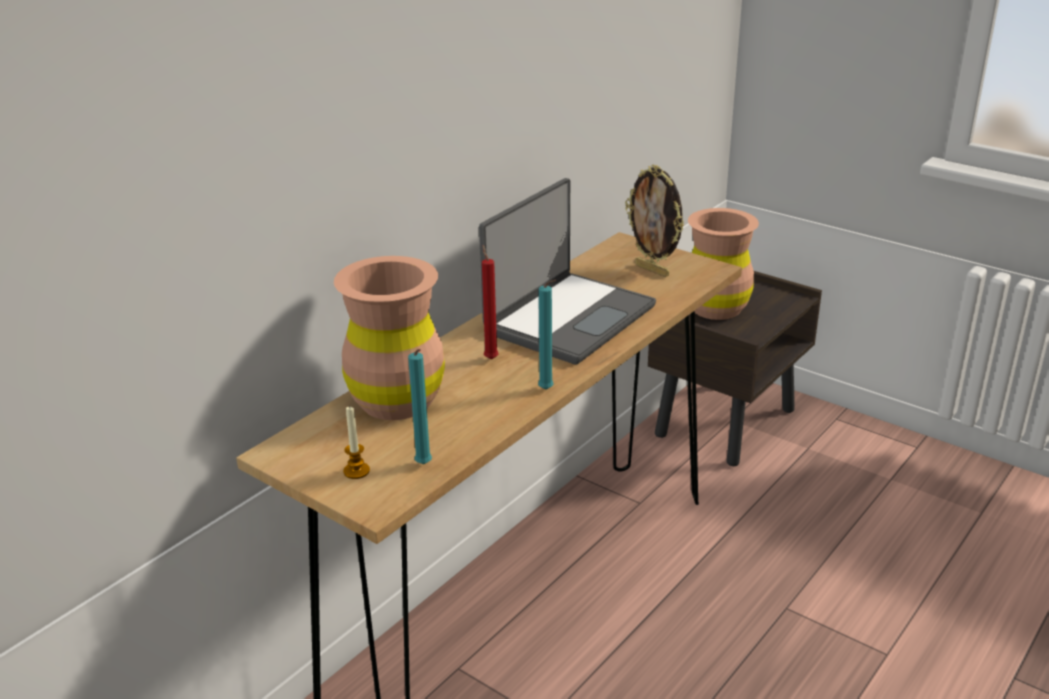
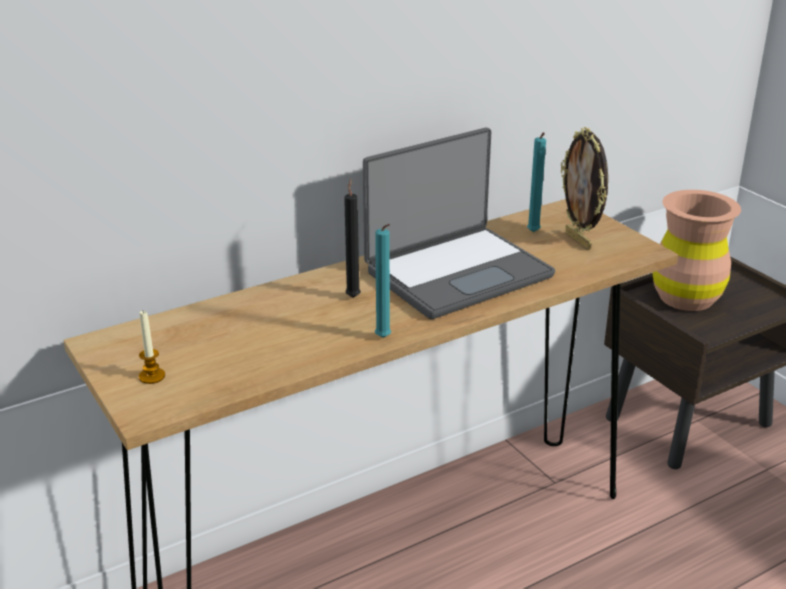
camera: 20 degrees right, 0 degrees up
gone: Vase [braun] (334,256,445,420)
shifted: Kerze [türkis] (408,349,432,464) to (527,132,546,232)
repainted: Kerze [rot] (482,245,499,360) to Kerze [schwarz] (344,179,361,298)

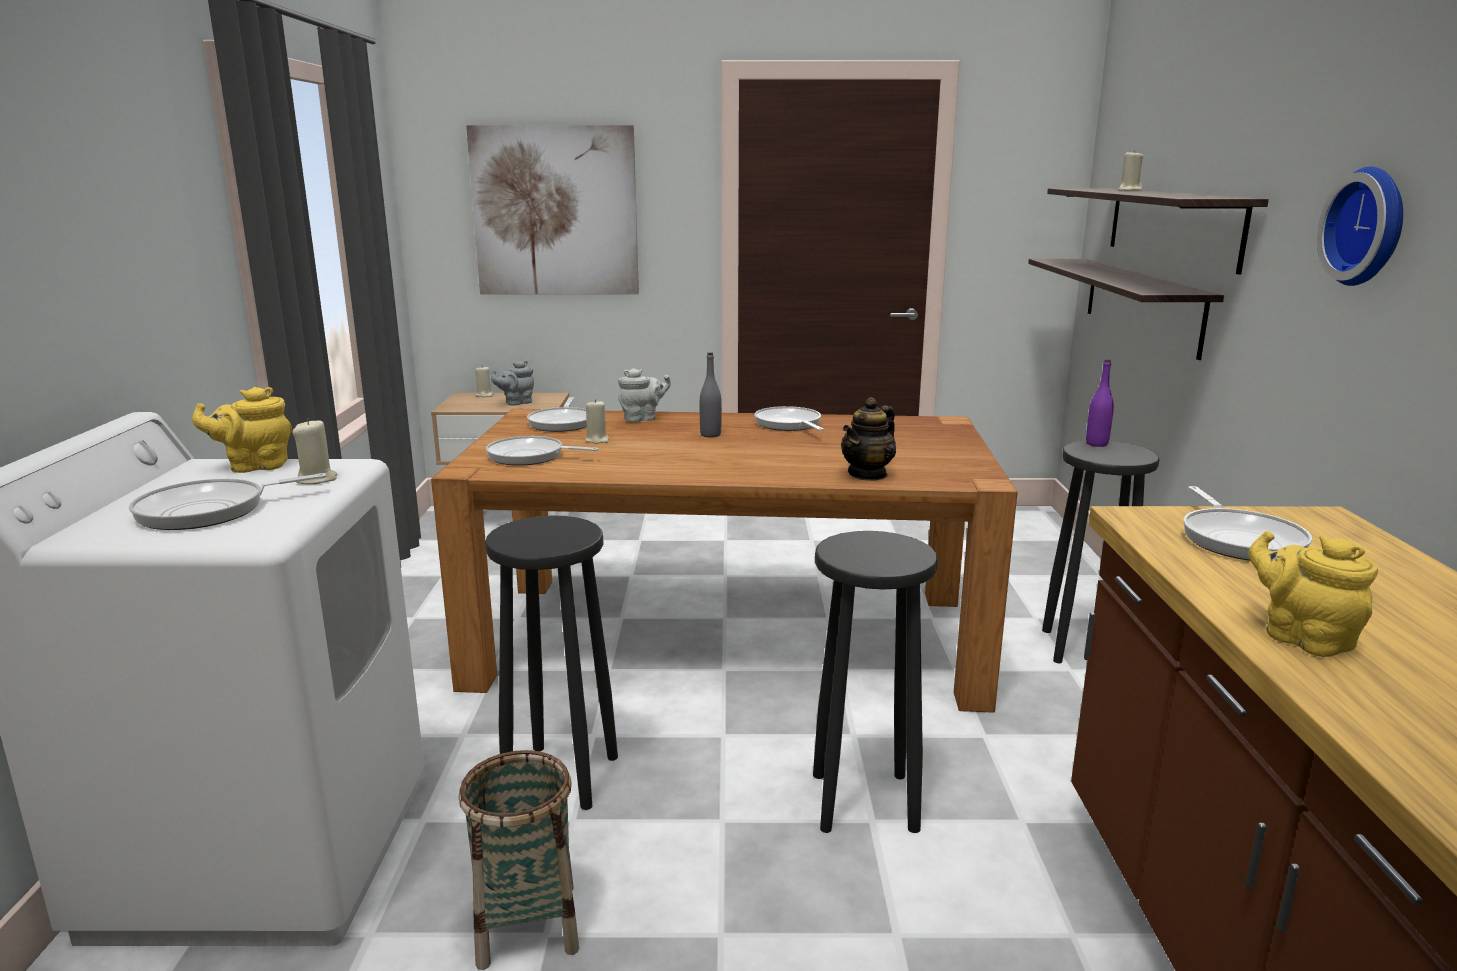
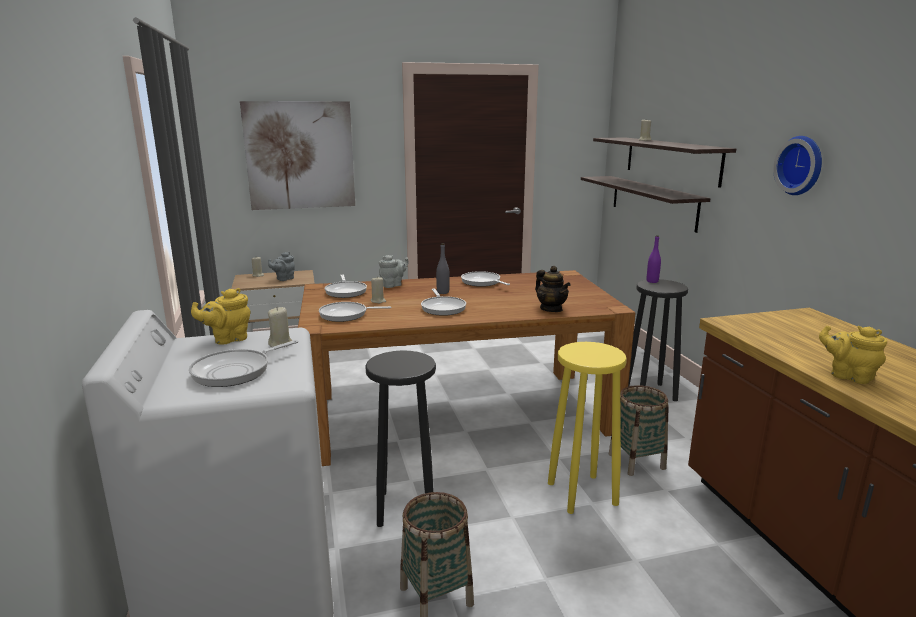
camera: 15 degrees left, 0 degrees up
new: Korb (609,385,669,476)
shifted: Pfanne (1183,486,1312,561) to (421,289,466,316)
repainted: Hocker [schwarz] (813,531,938,833) to Hocker [gelb] (548,342,627,514)
rotated: Teekanne (841,397,896,481) = (535,266,571,312) 60 degrees counterclockwise

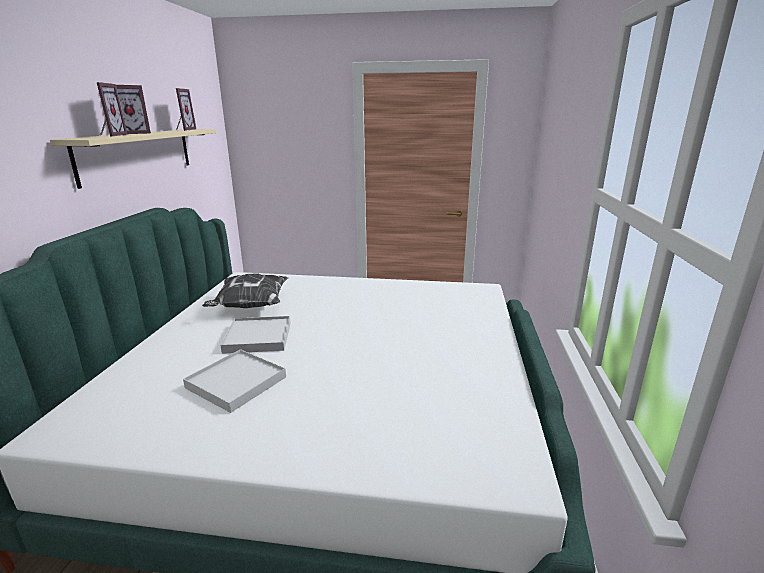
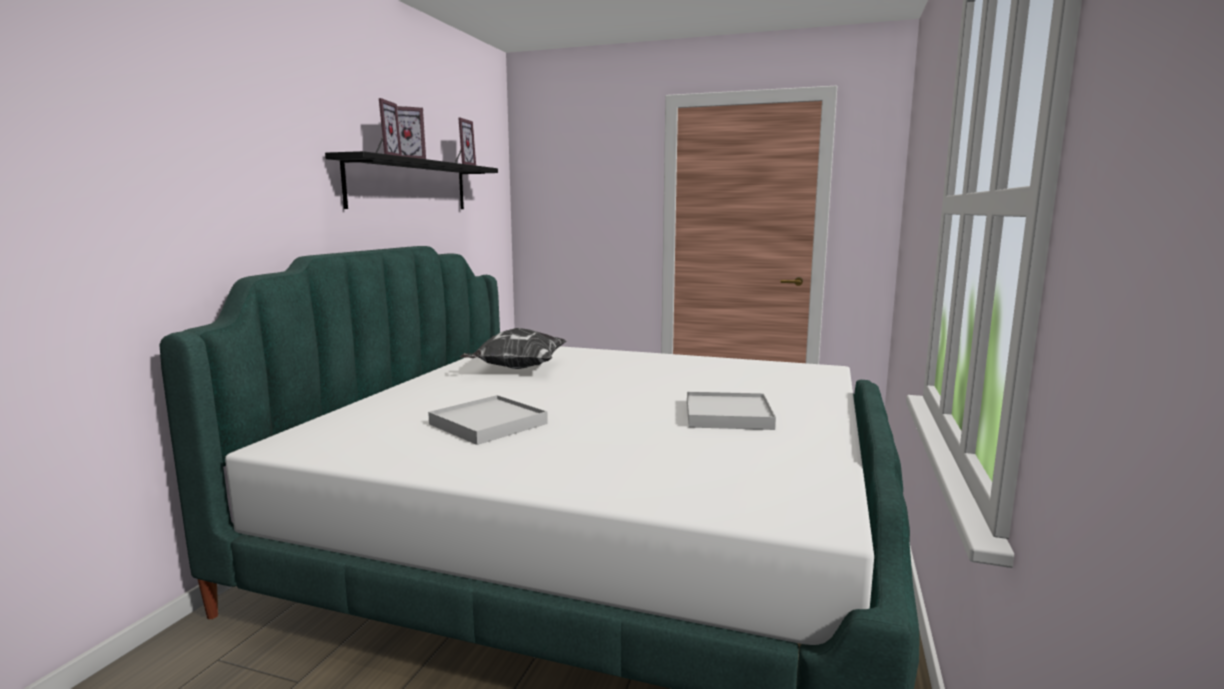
camera: 10 degrees right, 10 degrees down
shifted: Tablett [weiß] (220,316,291,354) to (687,392,776,430)
repainted: Wandregal [beige] (50,129,216,189) to Wandregal [schwarz] (325,151,498,209)

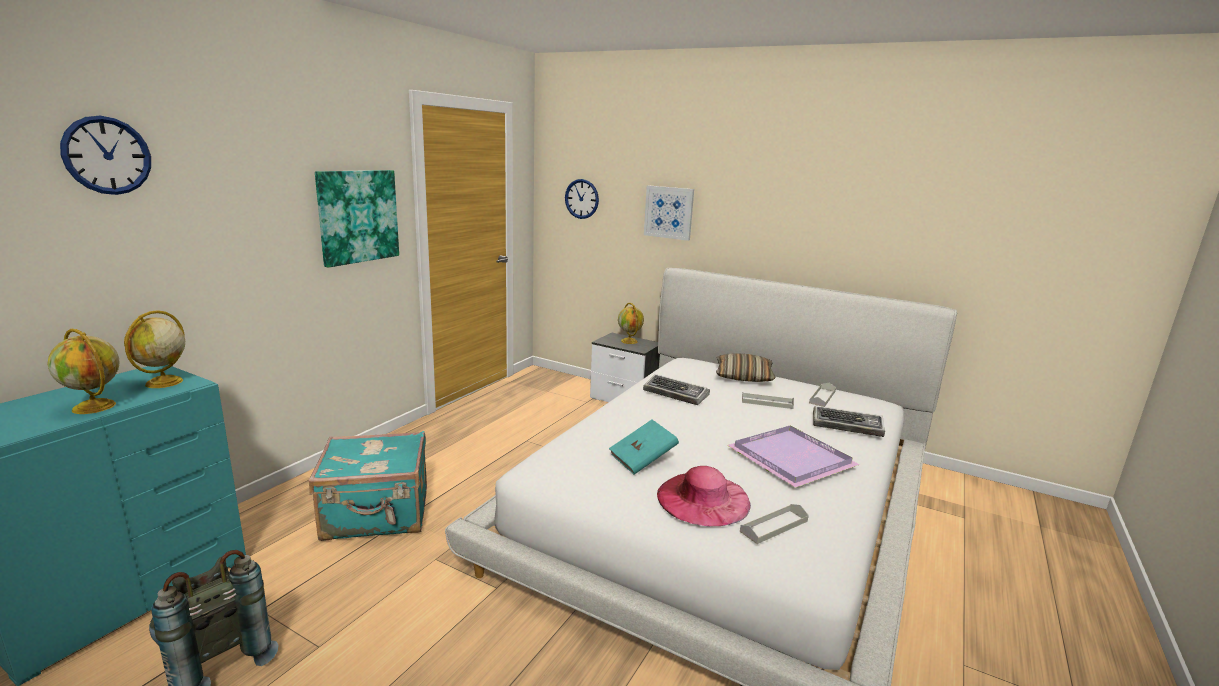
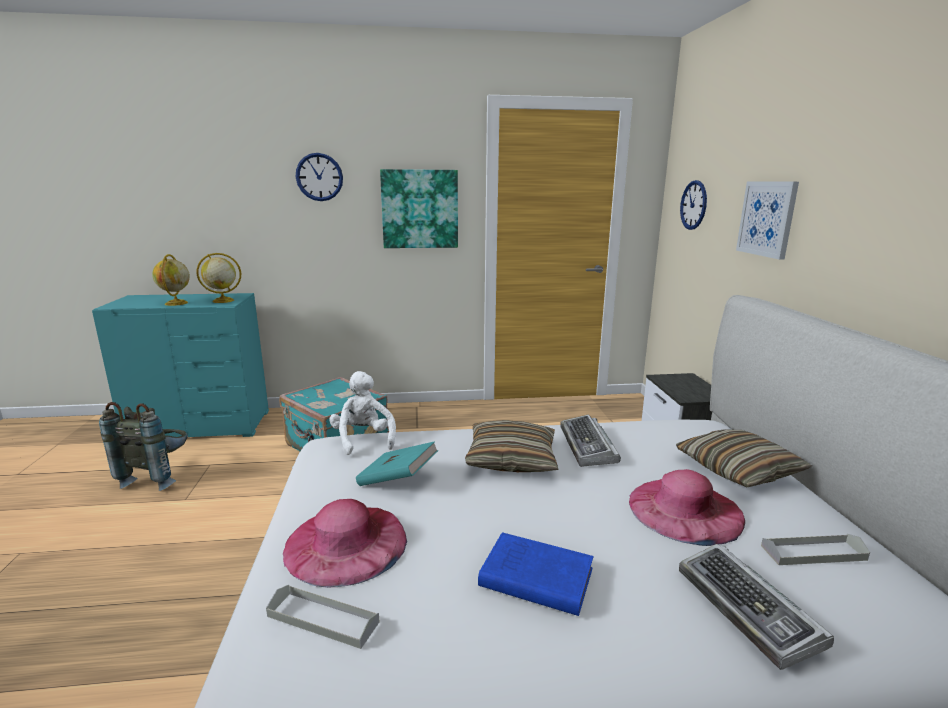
camera: 55 degrees right, 0 degrees up
gone: Globus (618,303,644,344)
new: Plüschtier [weiß] (329,371,396,455); Kissen (465,420,559,472)
shifted: Wanduhr (60,116,151,195) to (296,153,343,201)
swapped: Tablett [lila] (727,426,860,488) to Buch [blau] (478,532,594,616); Tablett [grau] (742,393,794,409) to Hut [rosa] (629,469,745,546)

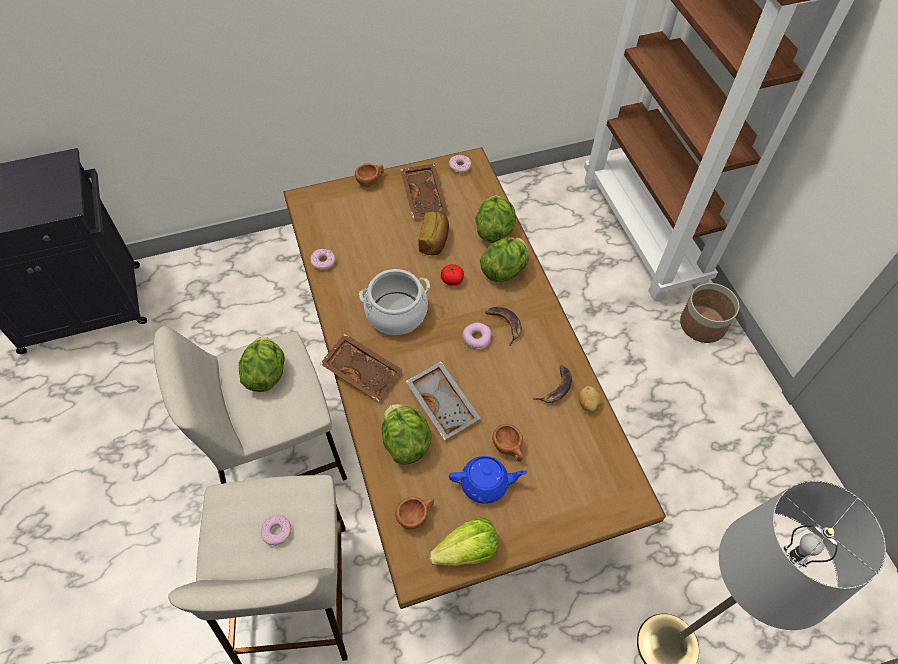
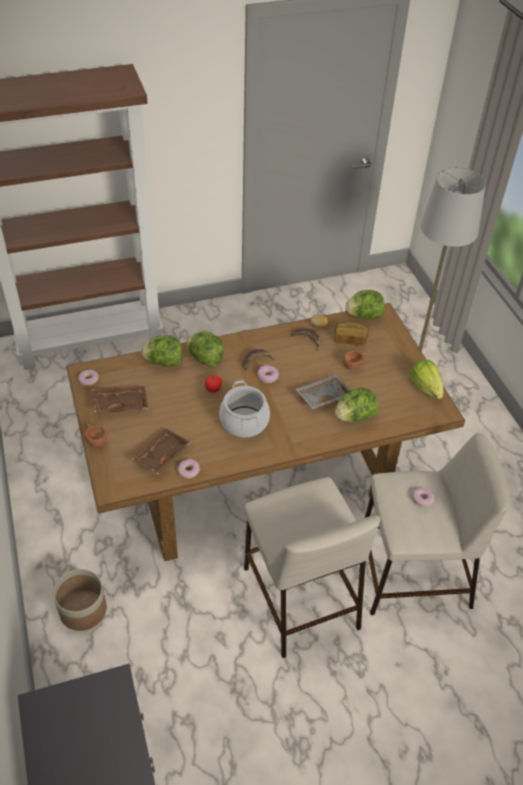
camera: 90 degrees left, 10 degrees down
gone: Tasse [braun] (395,497,434,530); Teekanne [blau] (449,456,528,504)
shifted: Salatkopf (239,337,285,392) to (345,290,385,319); Tablett [braun] (320,333,403,401) to (131,428,191,474); Brot (418,211,449,255) to (335,322,369,346); Pflanzkübel (680,283,739,343) to (53,569,107,631)

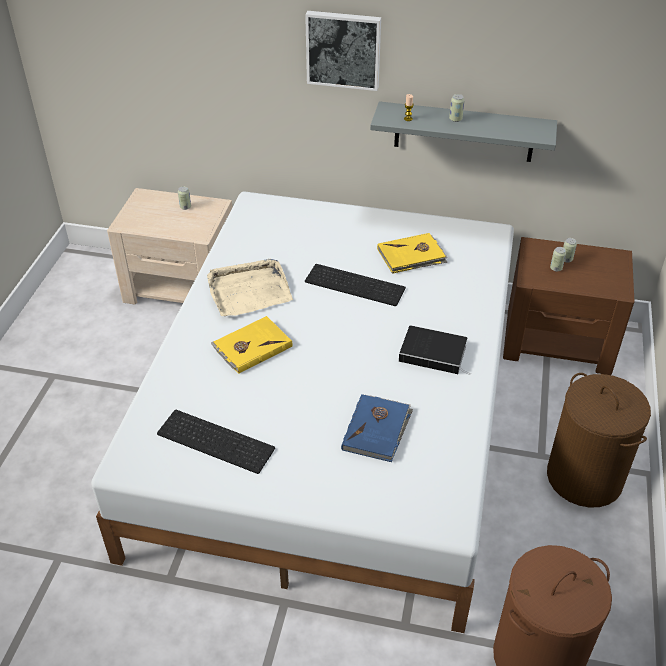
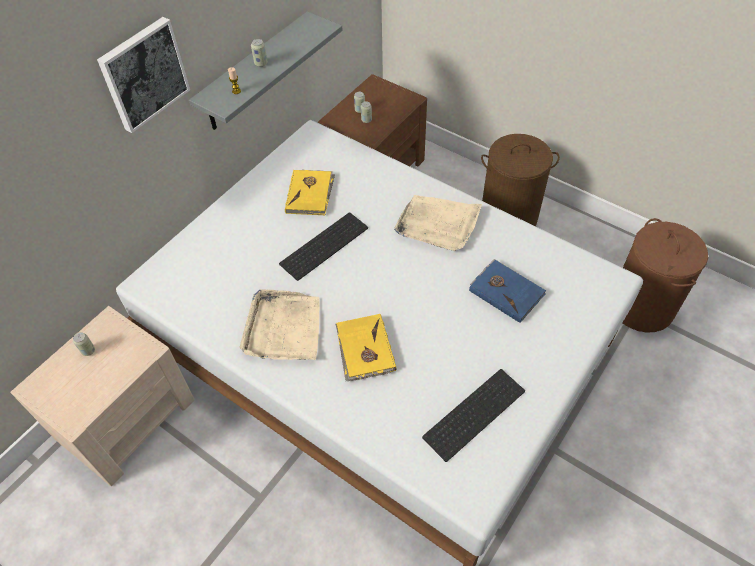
camera: 65 degrees left, 10 degrees up
swapped: Buch (399,325,471,375) to Tablett [beige] (394,195,482,251)

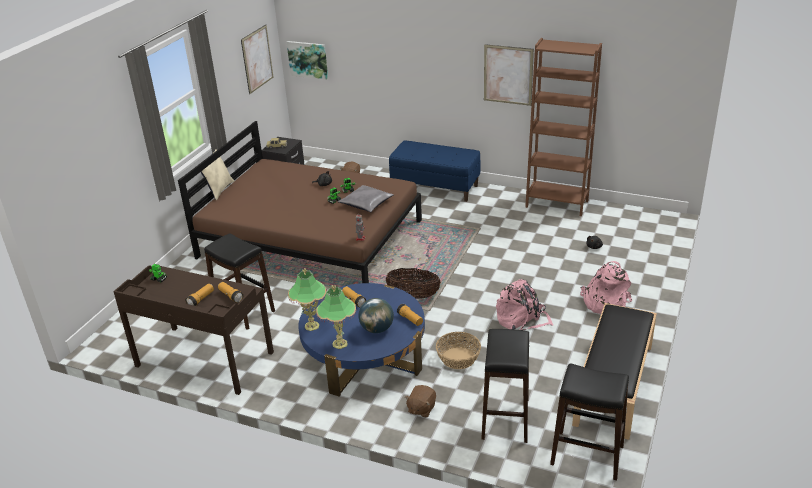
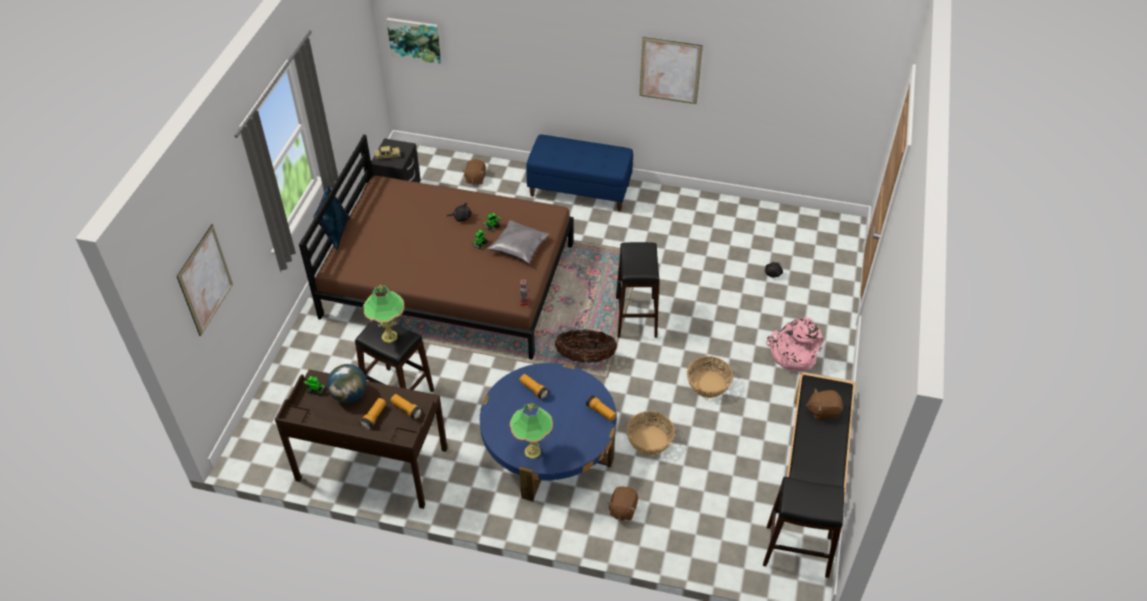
camera: 10 degrees left, 15 degrees up
gone: Bücherregal [braun] (525,38,602,216)
new: Plüschtier [braun] (806,389,843,420)
shifted: Bild (241,25,273,94) to (177,224,233,336); Tischlampe (288,268,327,331) to (363,285,405,343); Globus (358,298,394,333) to (327,364,367,403); Hocker [schwarz] (481,329,529,443) to (616,242,660,338)
swapped: Rucksack [rosa] (496,279,553,330) to Korb (687,356,733,398)
repainted: Kissen [beige] (201,149,234,200) to Kissen [blau] (313,185,351,250)

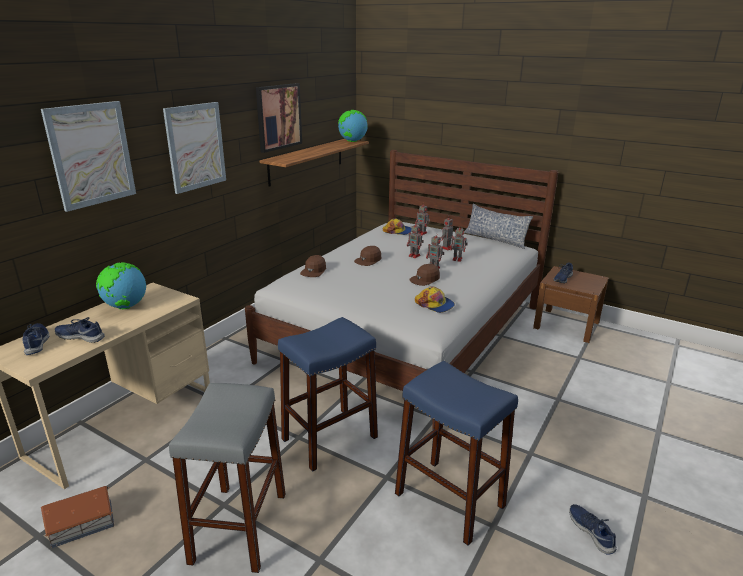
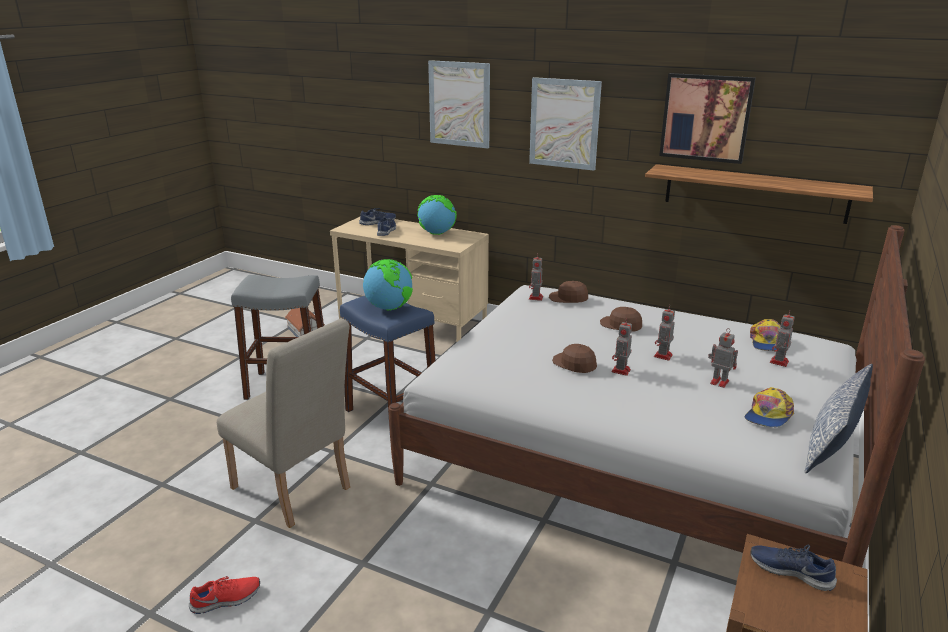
camera: 85 degrees right, 0 degrees up
shifted: Globus (338,110,368,142) to (363,259,413,310); Kappe (415,287,455,313) to (745,387,794,427); Spielzeugroboter (451,225,468,262) to (529,254,543,301)
swapped: Hocker [blau] (395,361,518,546) to Stuhl [beige] (217,318,350,528)
repainted: Schuh [blau] (569,504,617,555) to Schuh [rot] (189,576,260,614)

